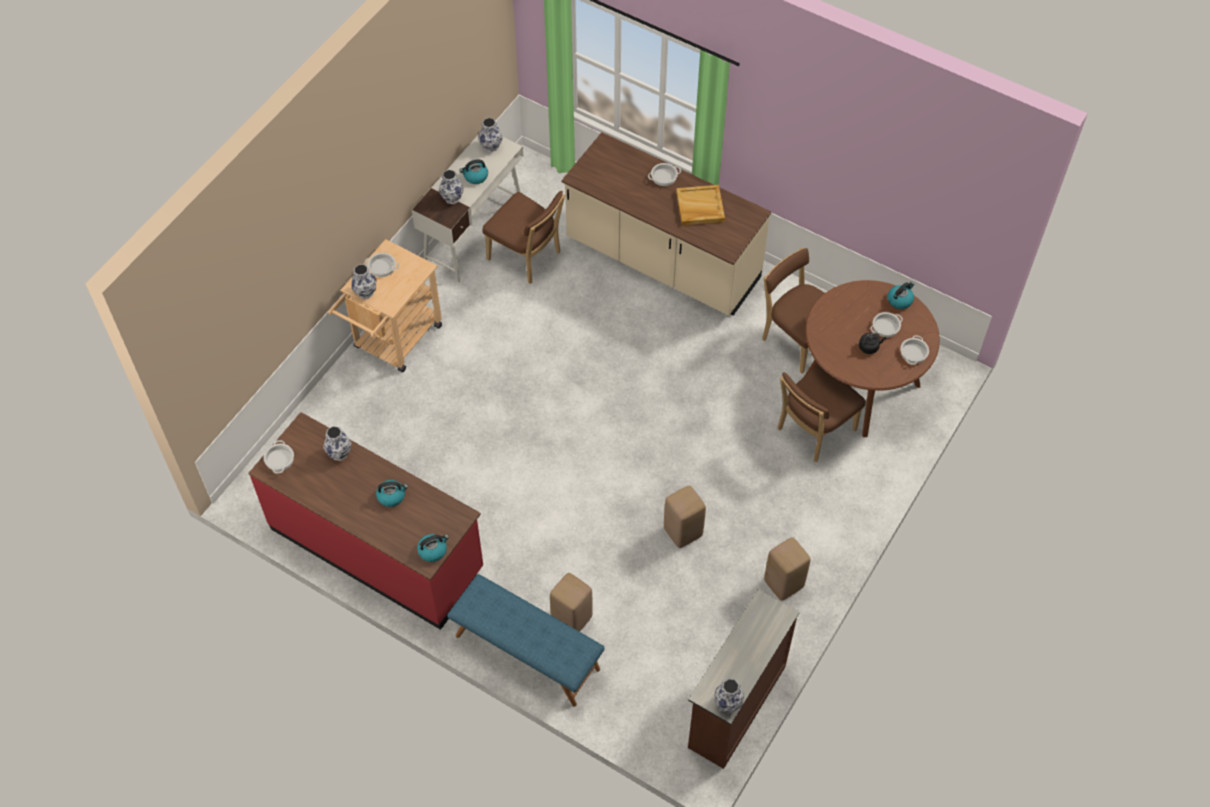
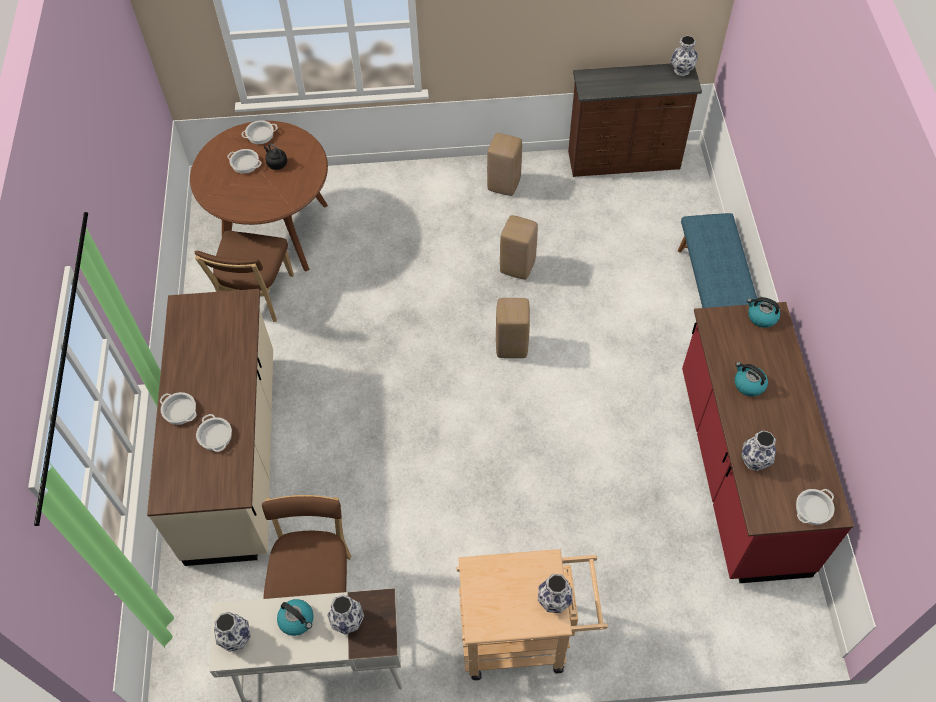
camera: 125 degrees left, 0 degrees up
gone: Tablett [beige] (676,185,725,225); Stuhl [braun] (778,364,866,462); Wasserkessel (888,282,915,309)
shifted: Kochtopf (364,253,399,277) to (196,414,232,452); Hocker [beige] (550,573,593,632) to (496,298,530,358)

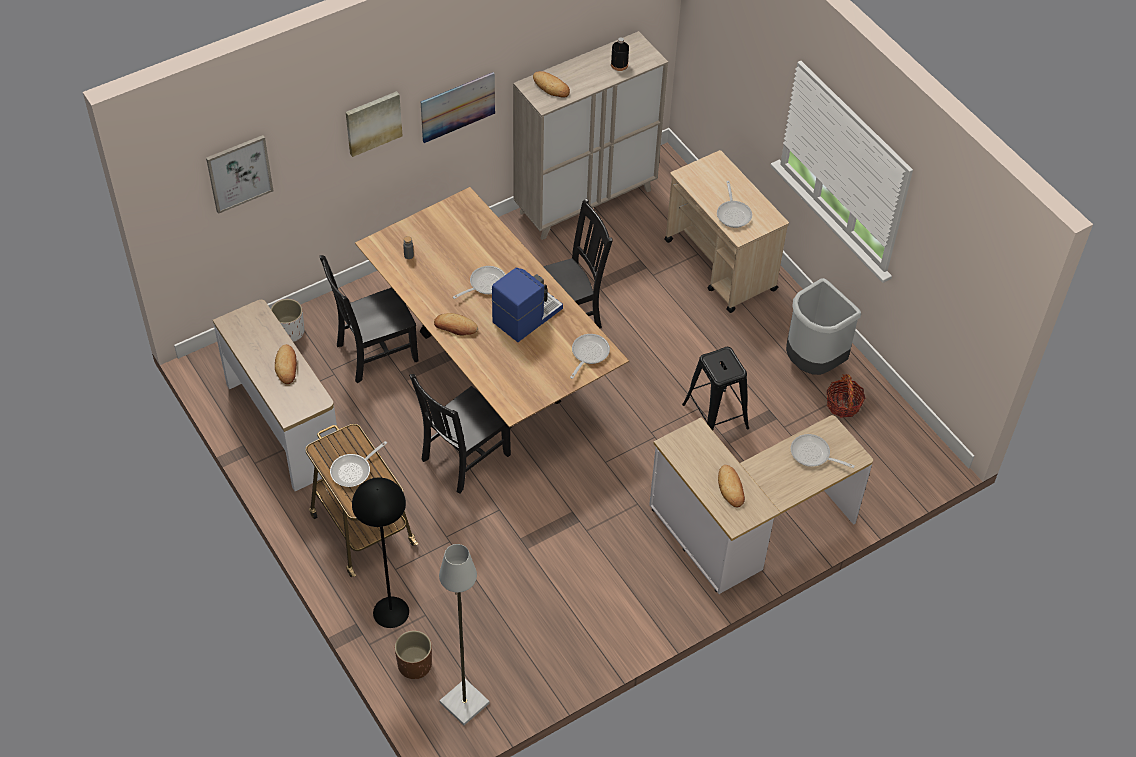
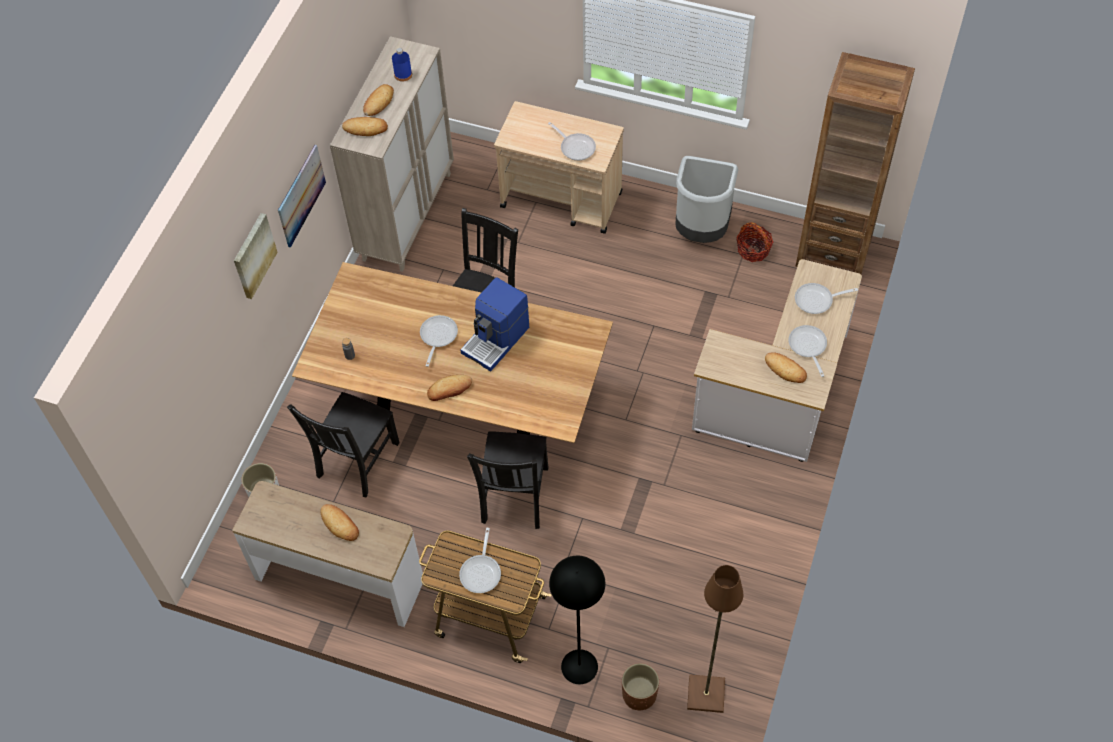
camera: 35 degrees left, 5 degrees up
gone: Bild (206,135,273,214); Hocker [schwarz] (682,347,749,431)
new: Brot (363,84,394,116); Bücherregal [braun] (796,52,915,274)
shifted: Pfanne (570,334,610,379) to (788,325,827,377)
repainted: Stehlampe [grau] (439,544,490,725) to Stehlampe [braun] (687,565,743,713); Flasche [schwarz] (611,37,629,71) to Flasche [blau] (392,48,412,82)
rotated: Kaffeemaschine (492,267,563,342) = (460,277,529,372) 150 degrees counterclockwise

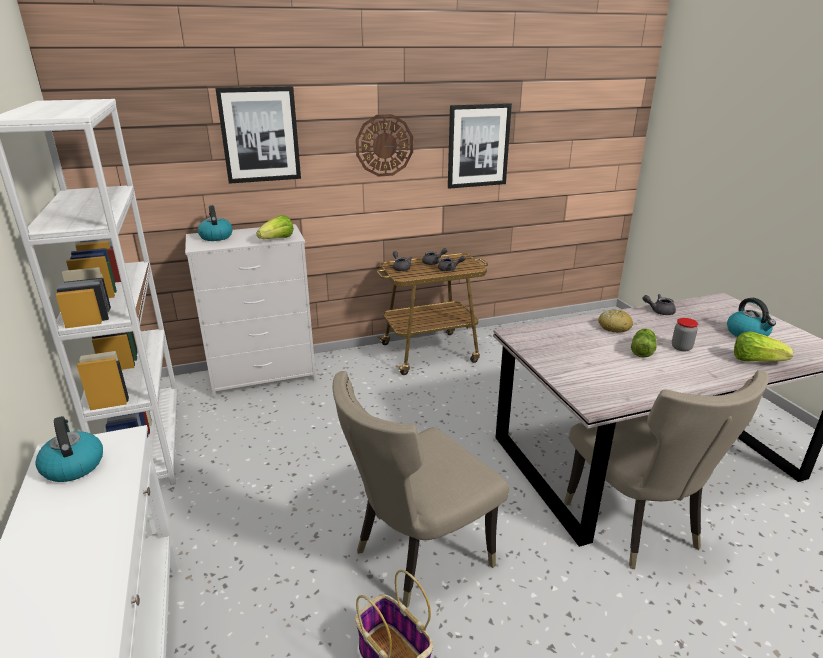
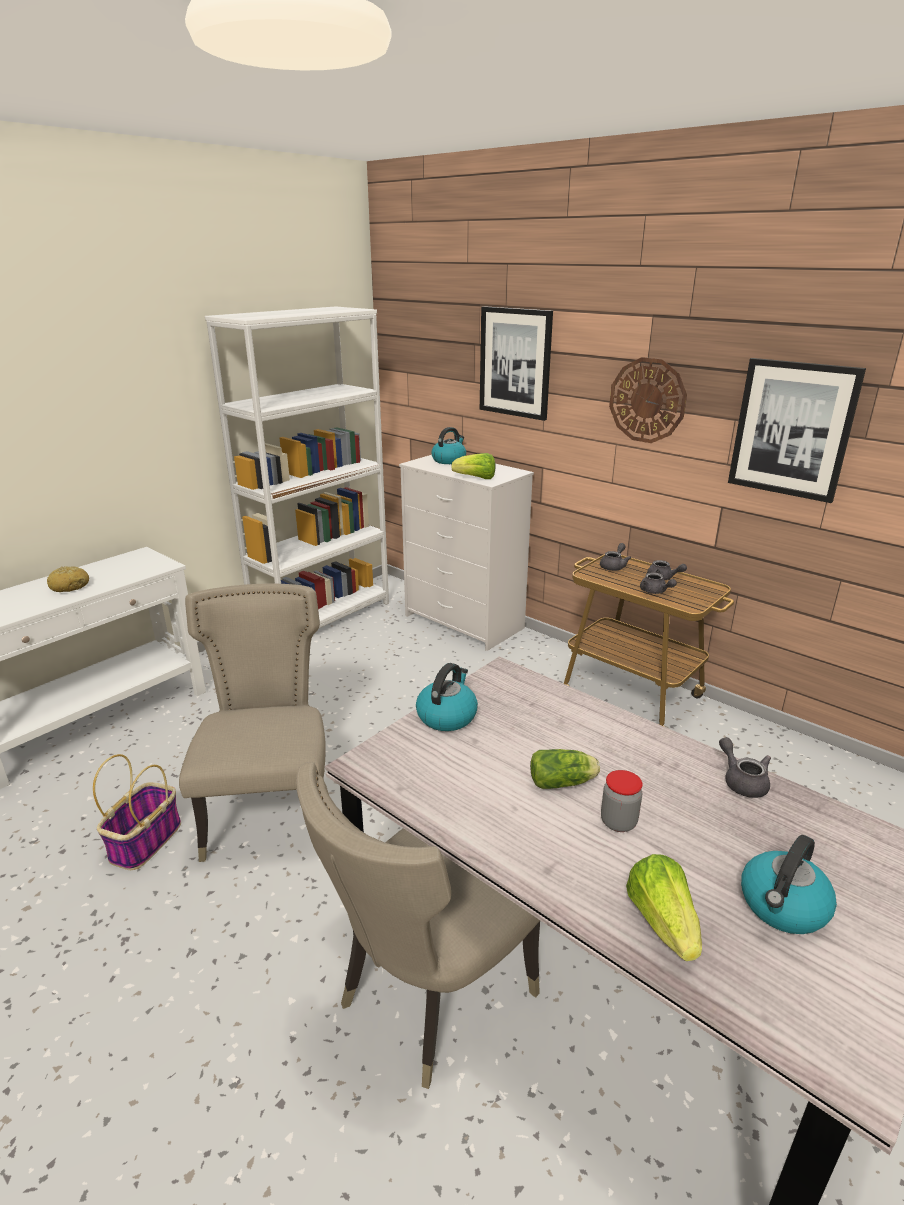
camera: 60 degrees right, 0 degrees up
shifted: Wasserkessel (35,416,103,482) to (416,663,478,731); Brot (598,310,633,333) to (47,566,89,592)
rotated: Stuhl [beige] (333,371,509,608) = (179,584,325,862) 60 degrees clockwise

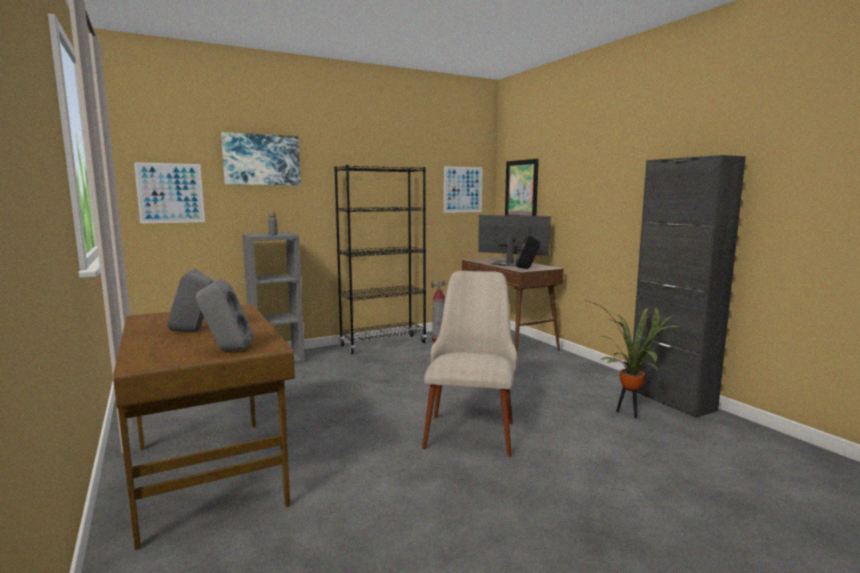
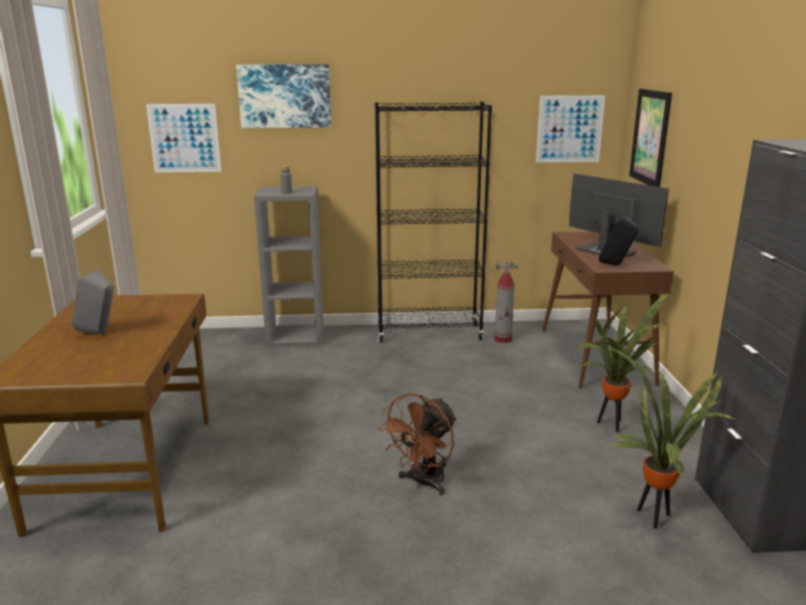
camera: 25 degrees right, 10 degrees up
gone: Lautsprecher [grau] (196,279,253,351)
new: Topfpflanze (577,294,671,432)
swapped: Stuhl [beige] (422,271,517,457) to Ventilator [braun] (378,393,457,495)

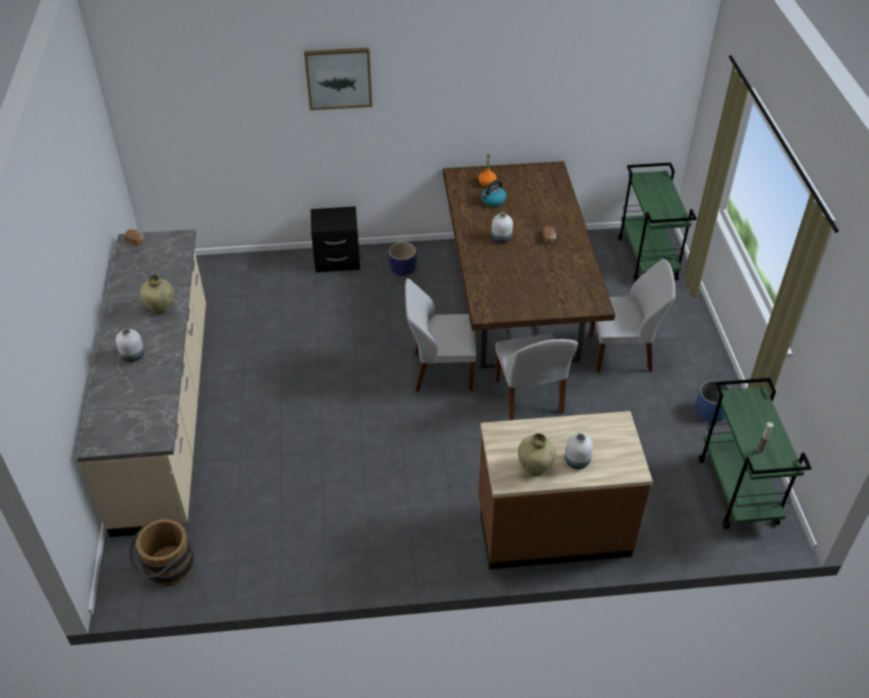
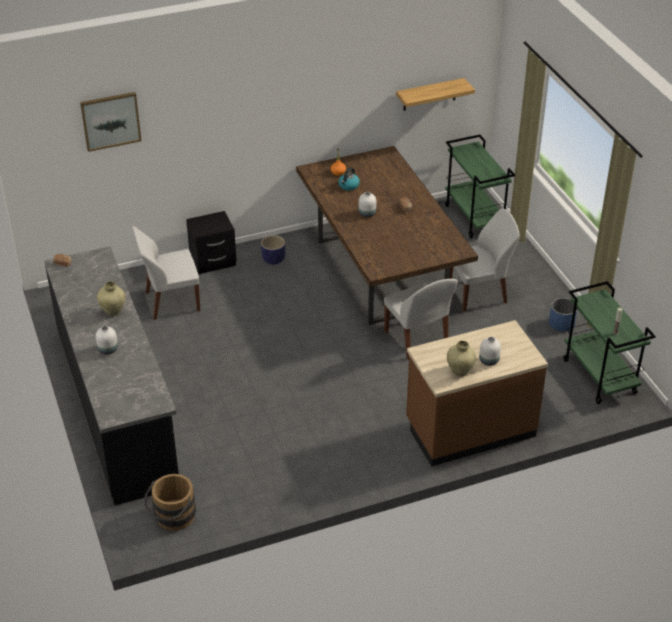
camera: 15 degrees left, 5 degrees down
new: Wandregal (396,78,475,111)
shifted: Bild (304,48,372,110) to (80,92,142,152); Stuhl [weiß] (405,278,476,392) to (132,226,200,320)
repainted: Küchenzeile [beige] (76,229,206,537) to Küchenzeile [schwarz] (44,246,179,506)

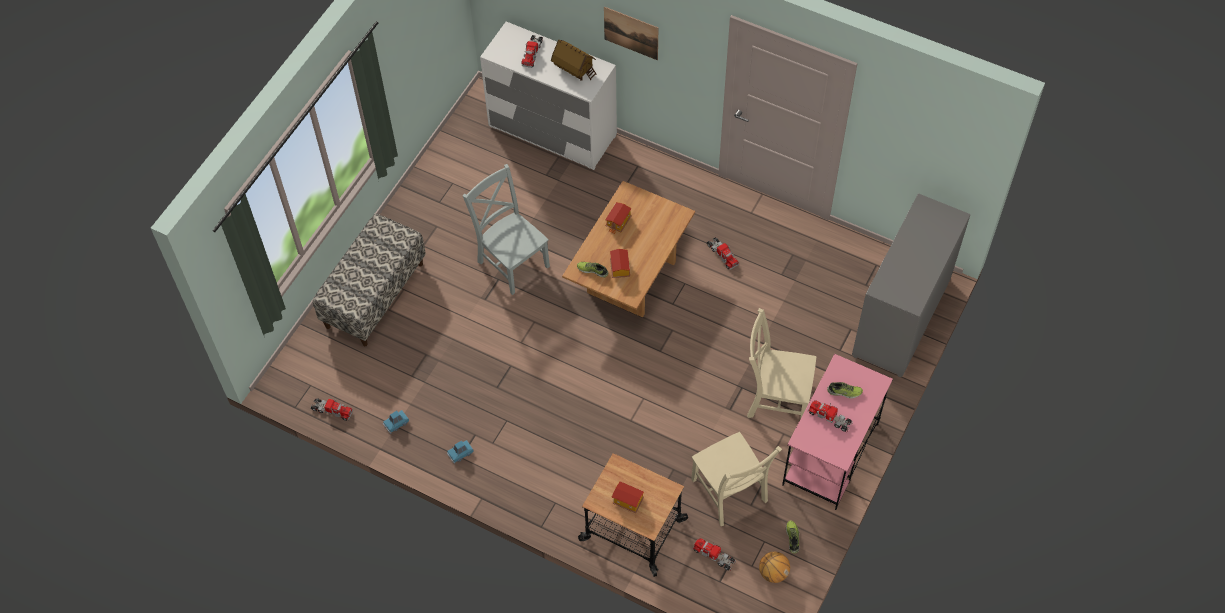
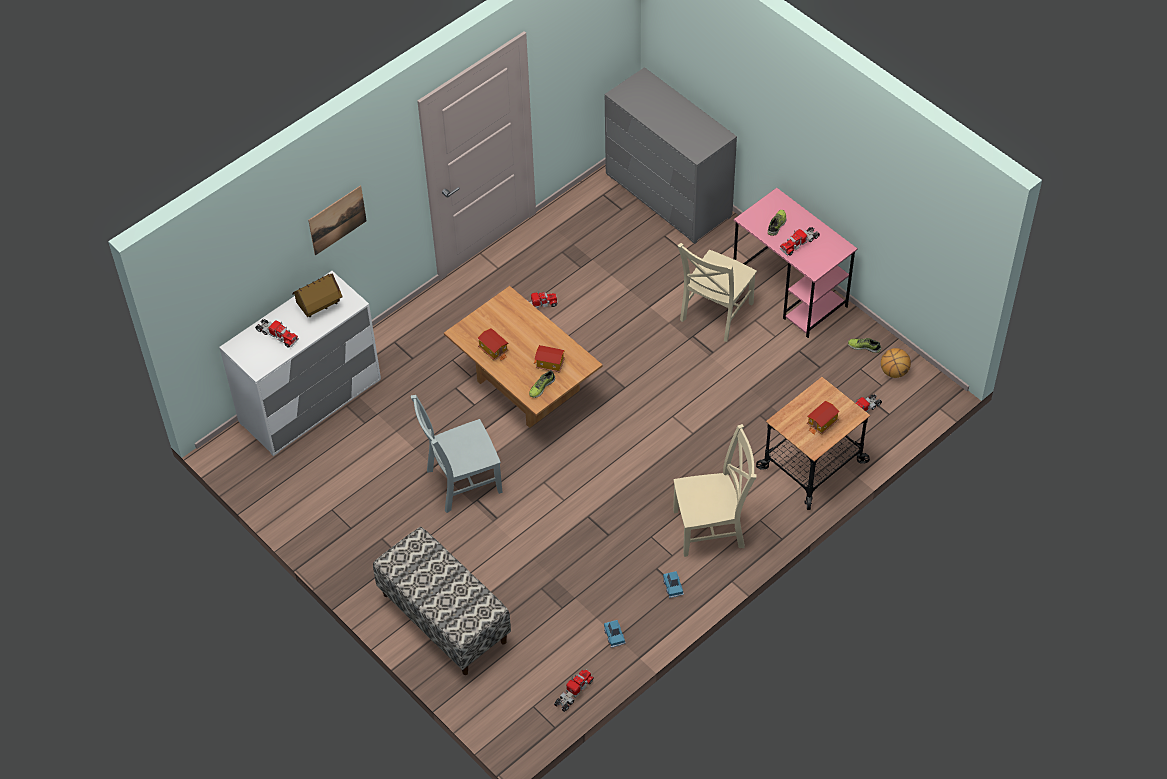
camera: 70 degrees left, 5 degrees down
shifted: Stuhl [beige] (691,432,782,526) to (673,424,757,557)

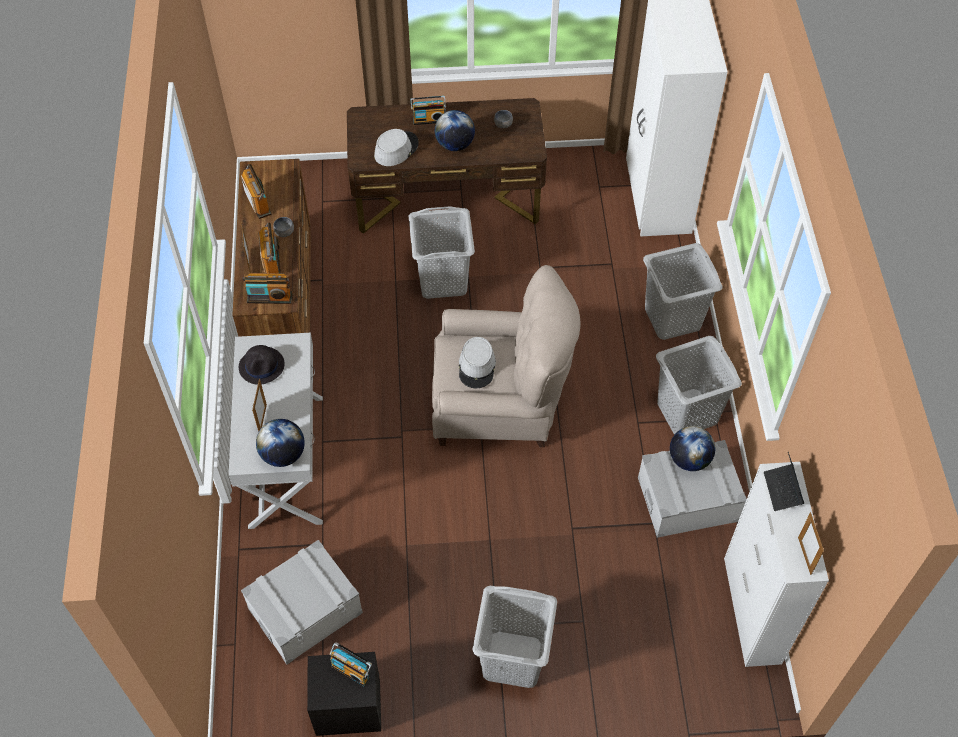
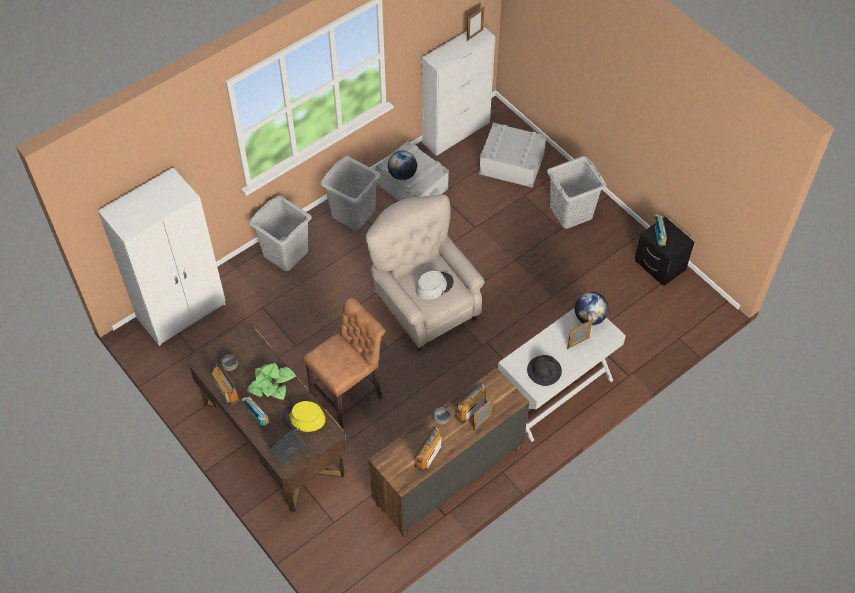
camera: 125 degrees left, 0 degrees up
shifted: Aufbewahrungsbox [grau] (241,540,363,664) to (479,123,547,188); Radio (242,273,293,304) to (212,363,241,406); Laptop (764,452,804,511) to (269,427,306,465)
swapped: Wäschekorb [grau] (409,206,475,299) to Hocker [braun] (303,298,385,428); Globus (435,110,475,151) to Topfpflanze (247,363,296,400)
repainted: Hut [grau] (374,129,419,166) to Hut [gelb] (281,401,326,432)

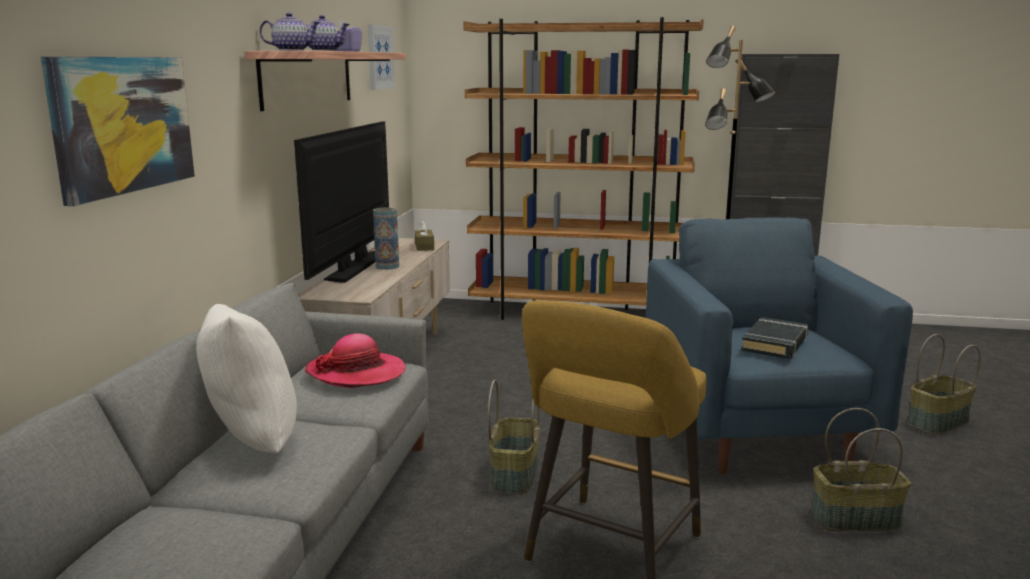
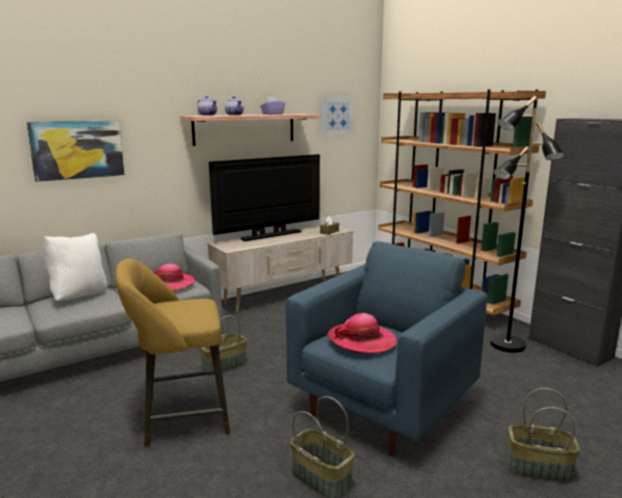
camera: 45 degrees right, 0 degrees up
gone: Vase (373,207,399,270)
swapped: Buch [schwarz] (741,317,808,359) to Hut (327,313,397,354)

